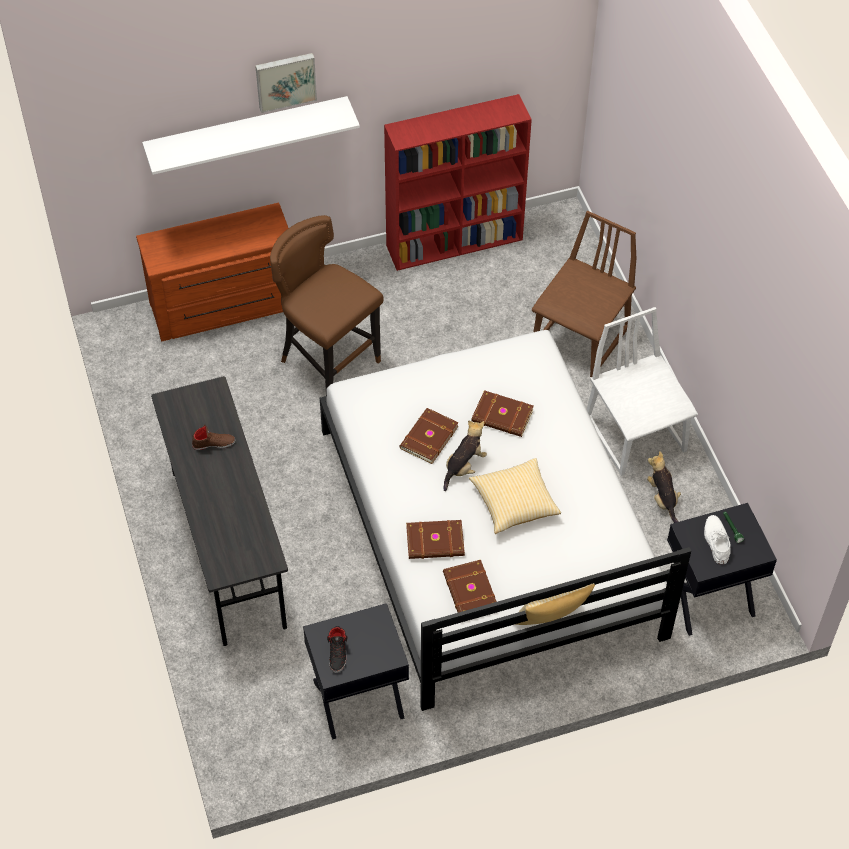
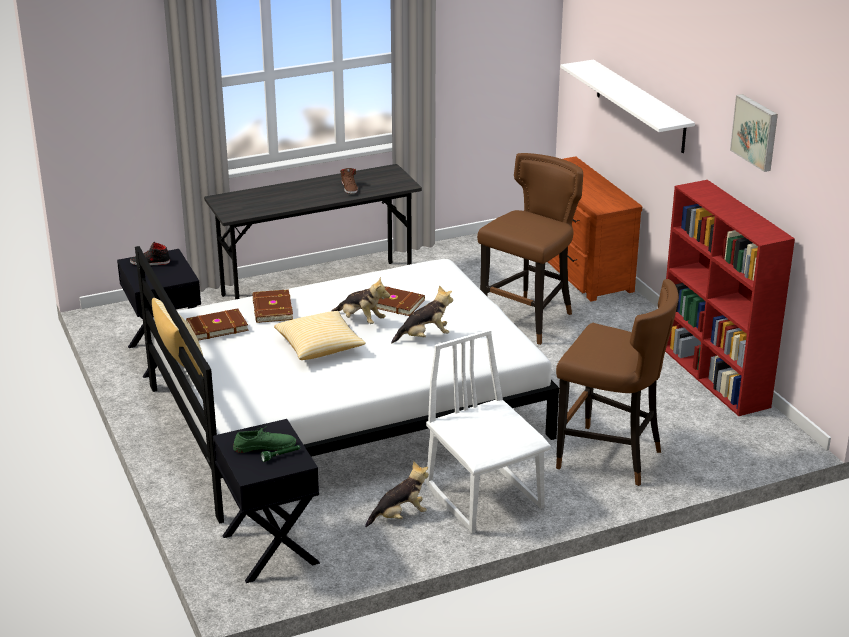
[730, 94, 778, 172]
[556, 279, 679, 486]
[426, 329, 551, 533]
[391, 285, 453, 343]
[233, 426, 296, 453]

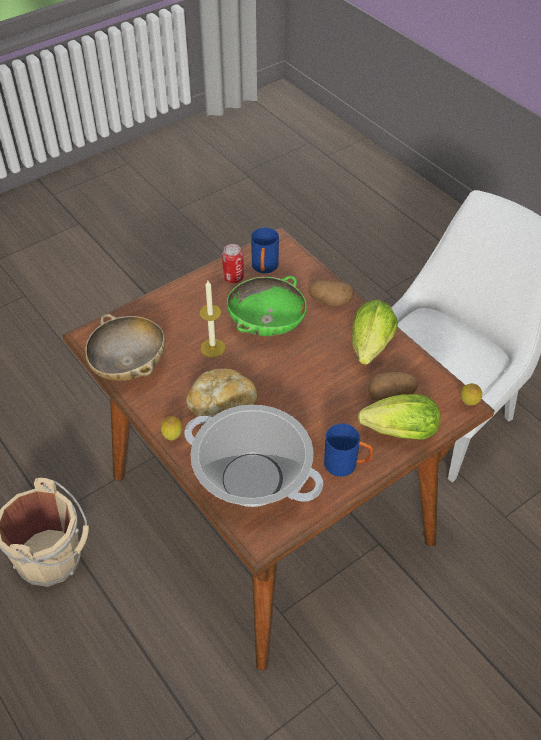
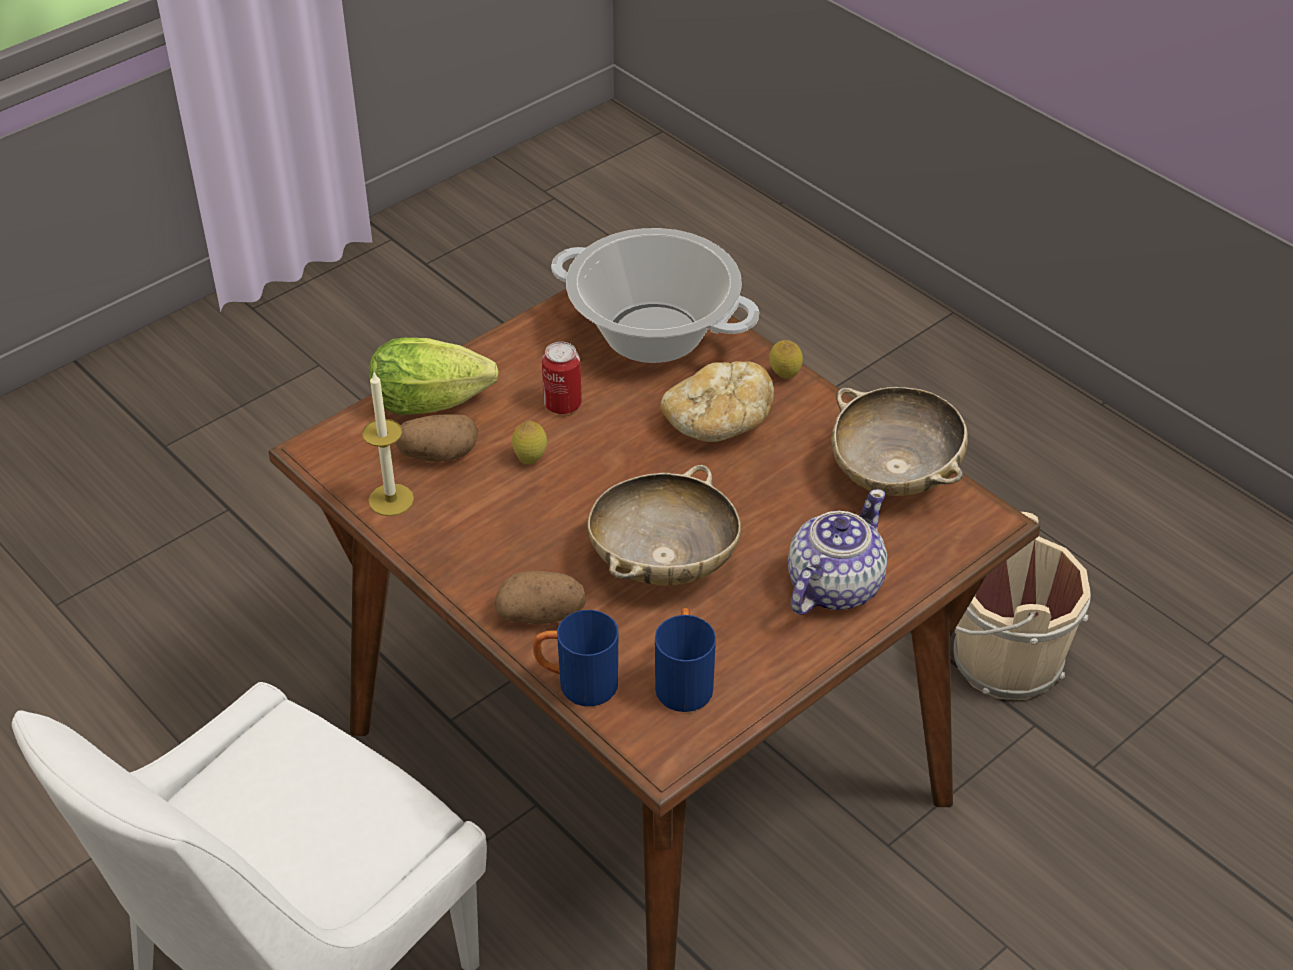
[542, 342, 582, 414]
[587, 465, 741, 586]
[362, 372, 414, 516]
[351, 300, 398, 365] (first image)
[512, 420, 547, 464]
[533, 610, 618, 706]
[788, 489, 888, 615]

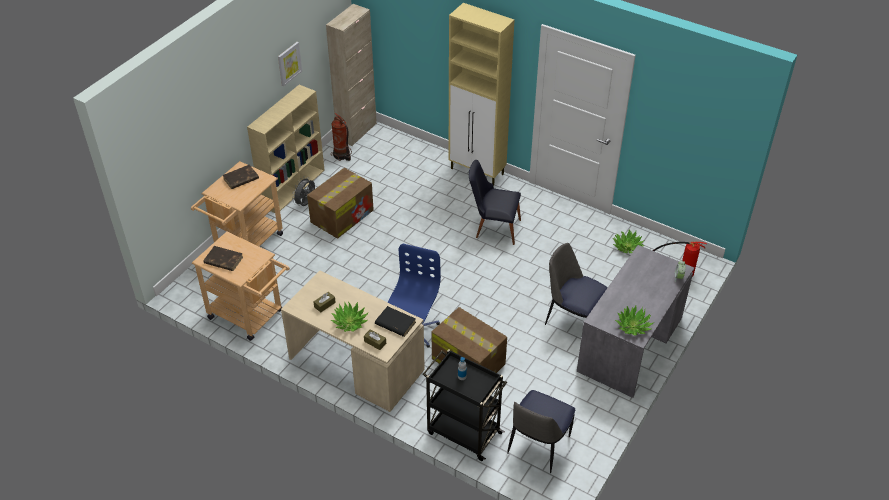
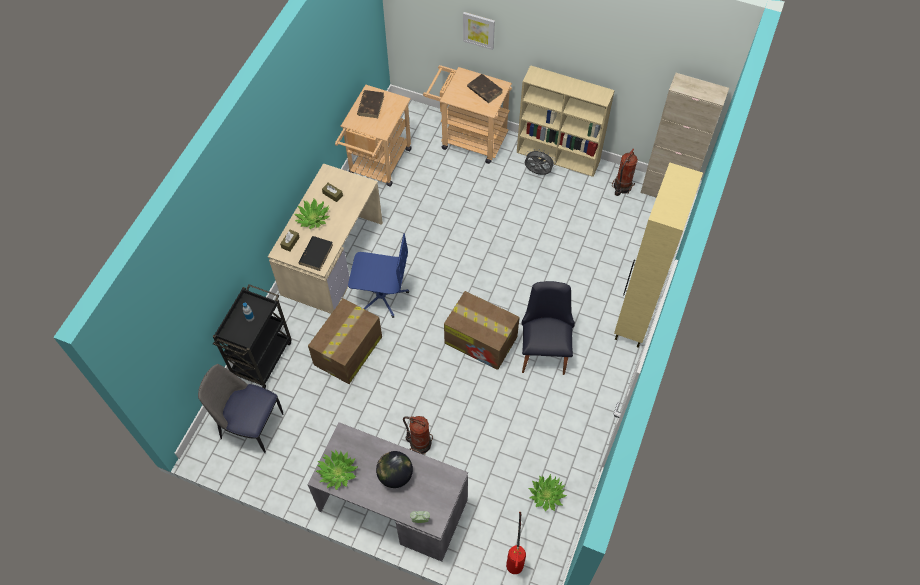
[463, 12, 495, 50]
[444, 291, 520, 370]
[403, 416, 433, 455]
[376, 451, 413, 488]

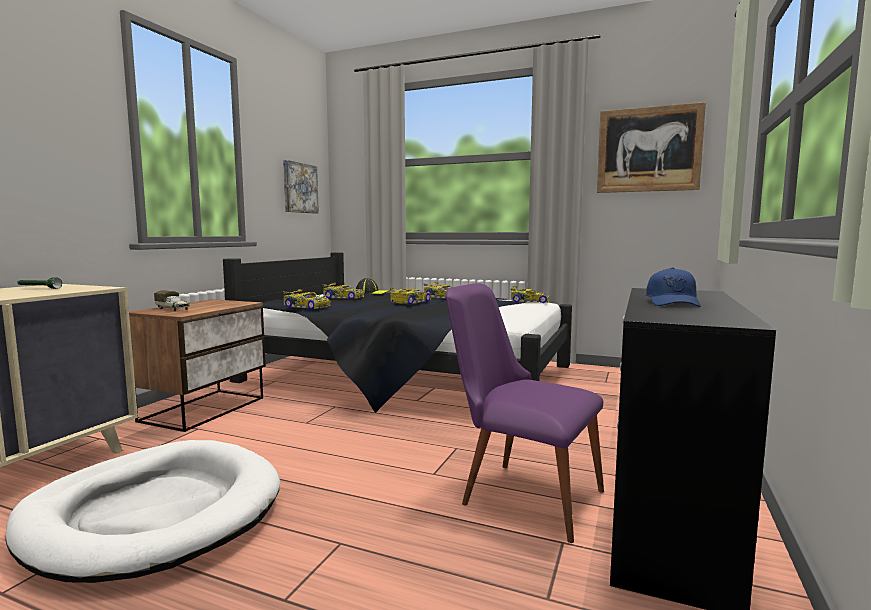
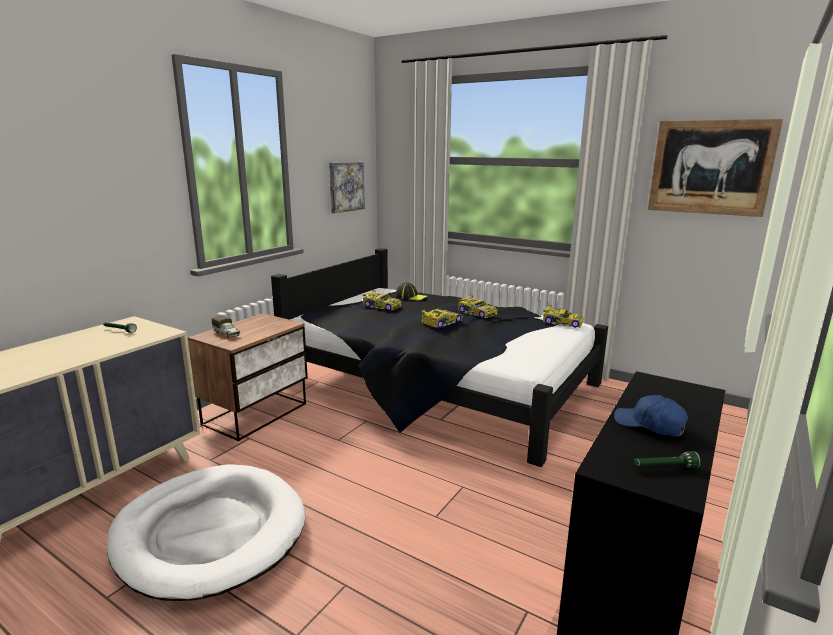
[614, 395, 688, 436]
[445, 283, 604, 543] (first image)
[283, 289, 331, 309] (first image)
[633, 451, 701, 468]

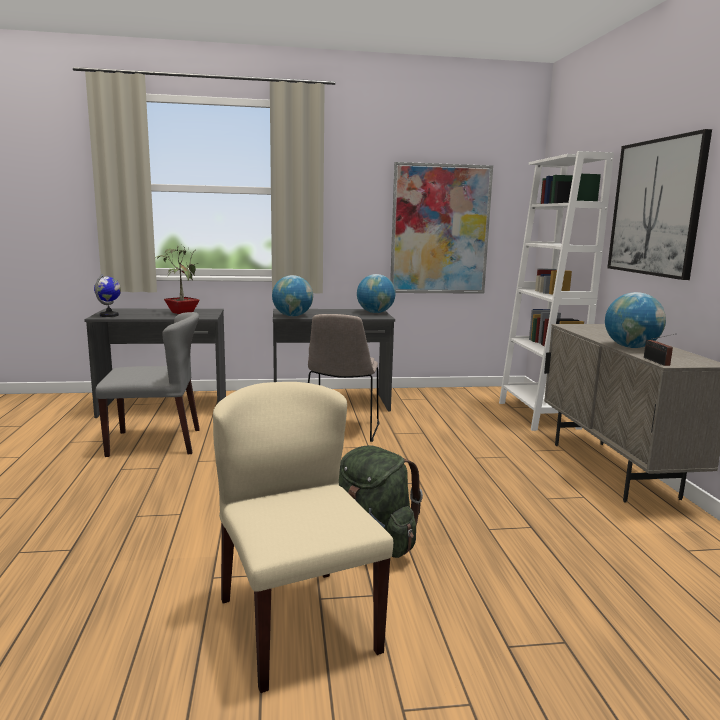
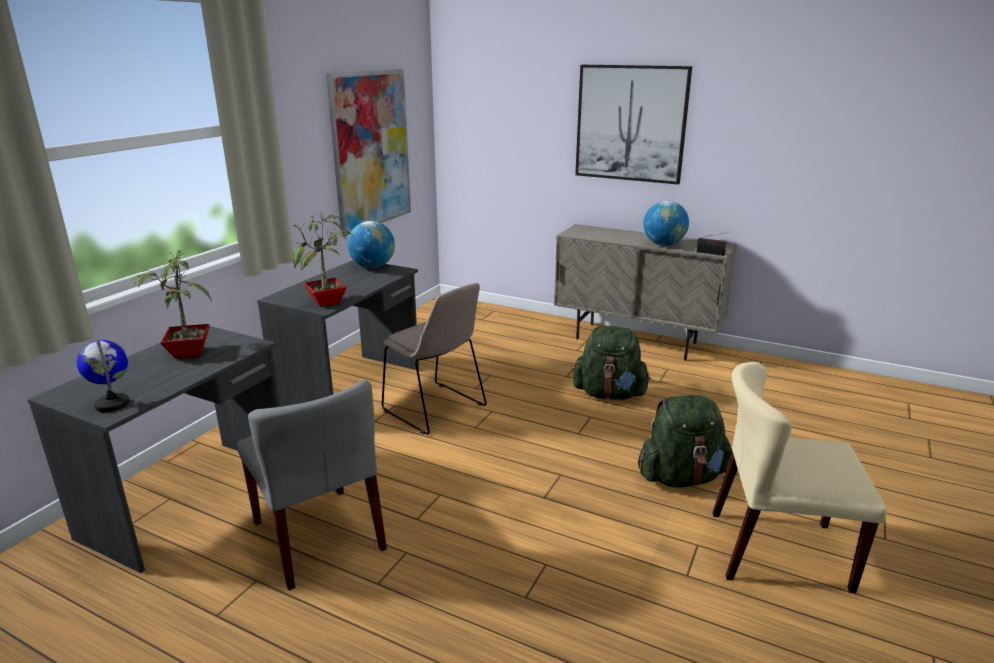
[499, 151, 614, 431] (first image)
[293, 213, 352, 307]
[237, 380, 387, 590]
[573, 326, 651, 400]

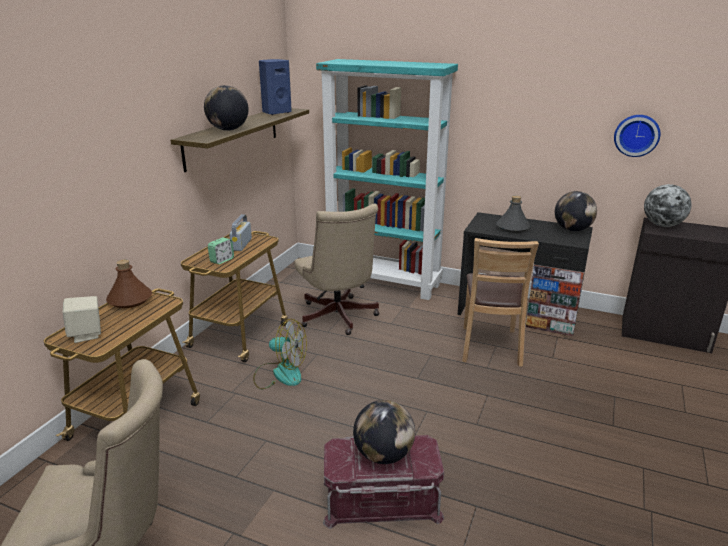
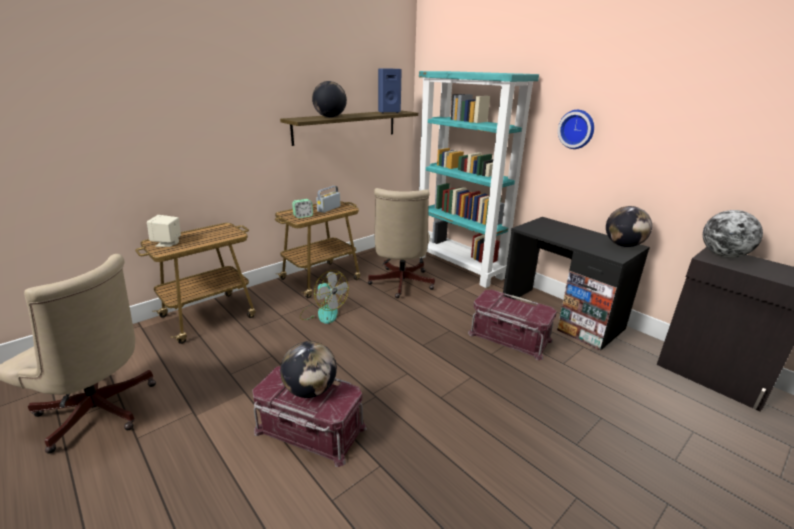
[558, 110, 594, 149]
[496, 196, 530, 233] (first image)
[468, 290, 557, 360]
[106, 259, 152, 308] (first image)

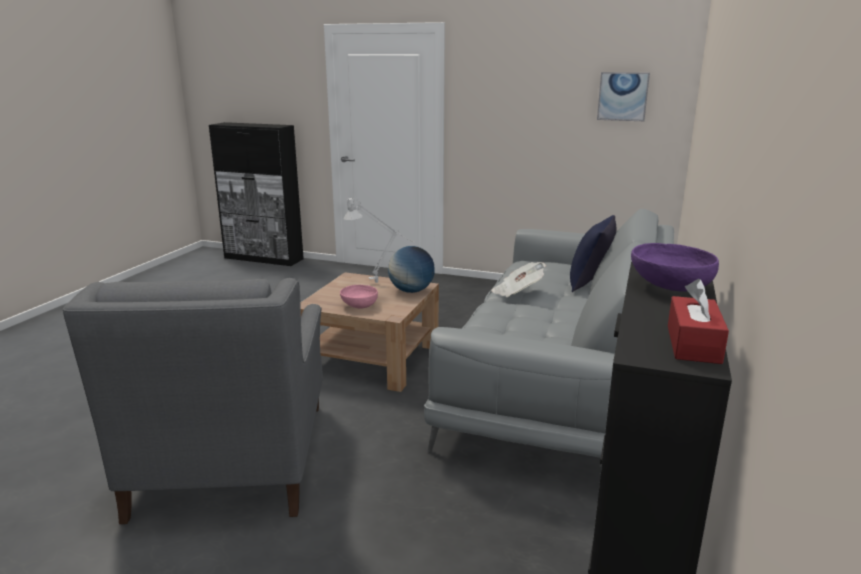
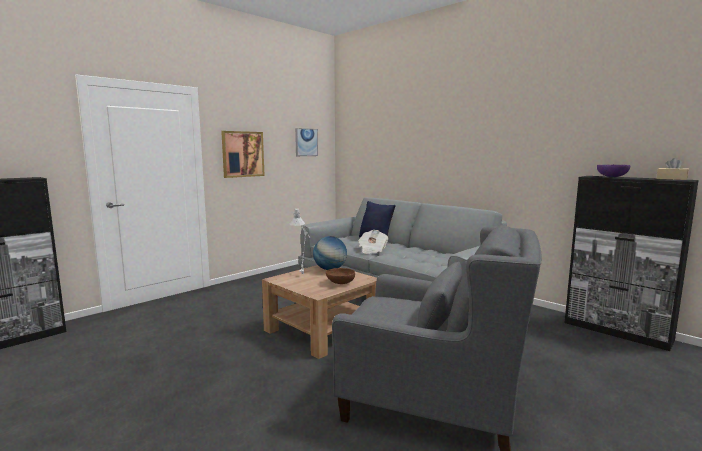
[656, 158, 689, 180]
[326, 268, 355, 284]
[221, 131, 264, 178]

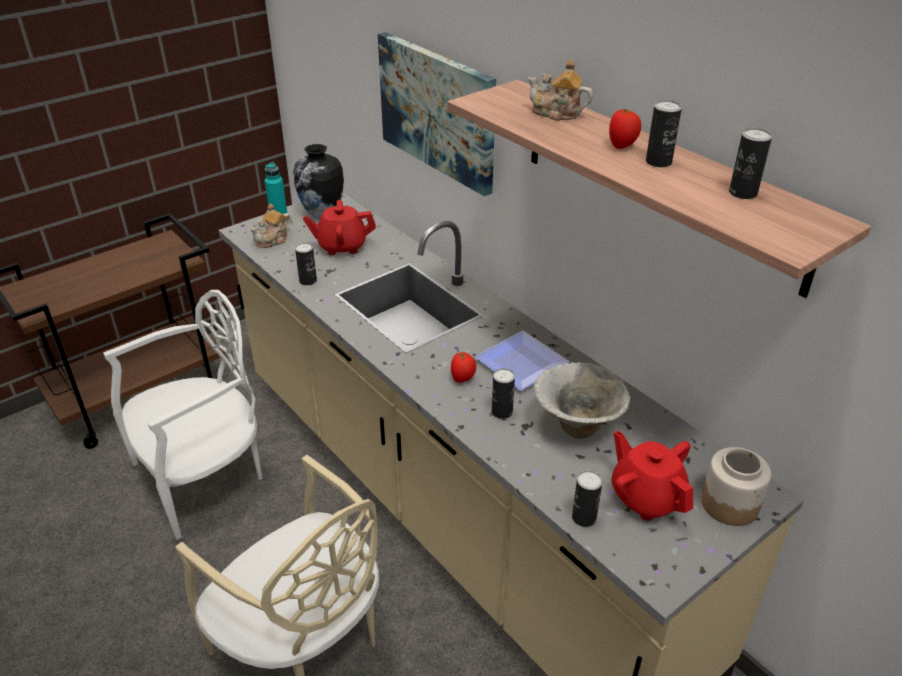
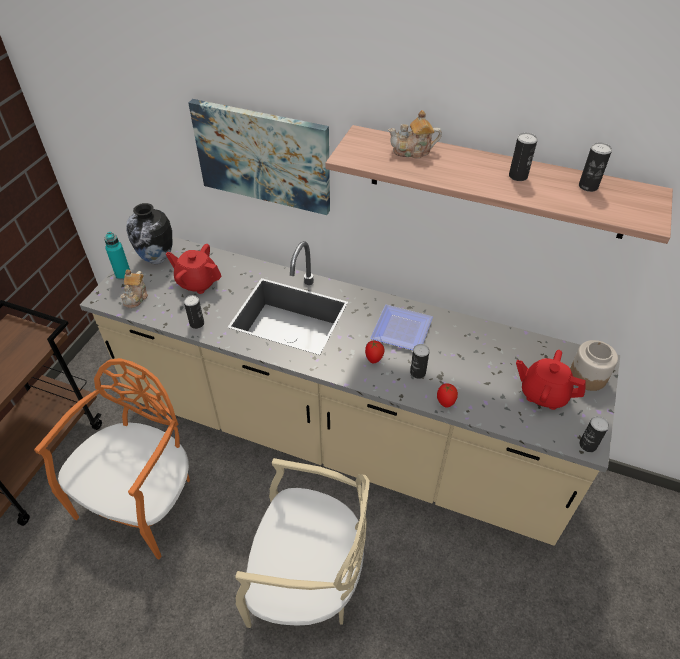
[437, 383, 458, 408]
[166, 244, 222, 294]
[34, 358, 190, 560]
[534, 362, 630, 439] (first image)
[579, 416, 609, 452]

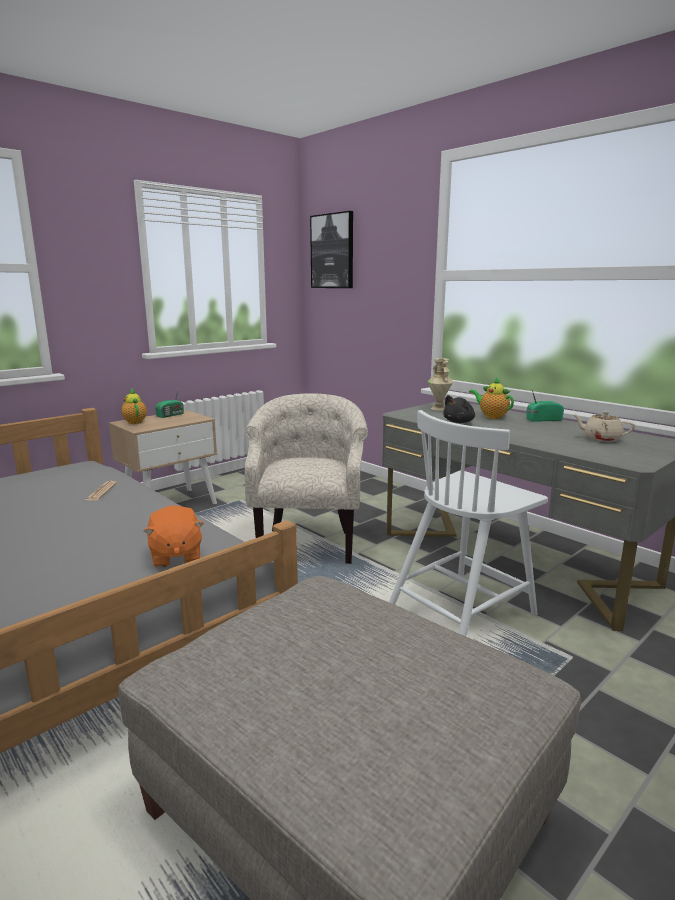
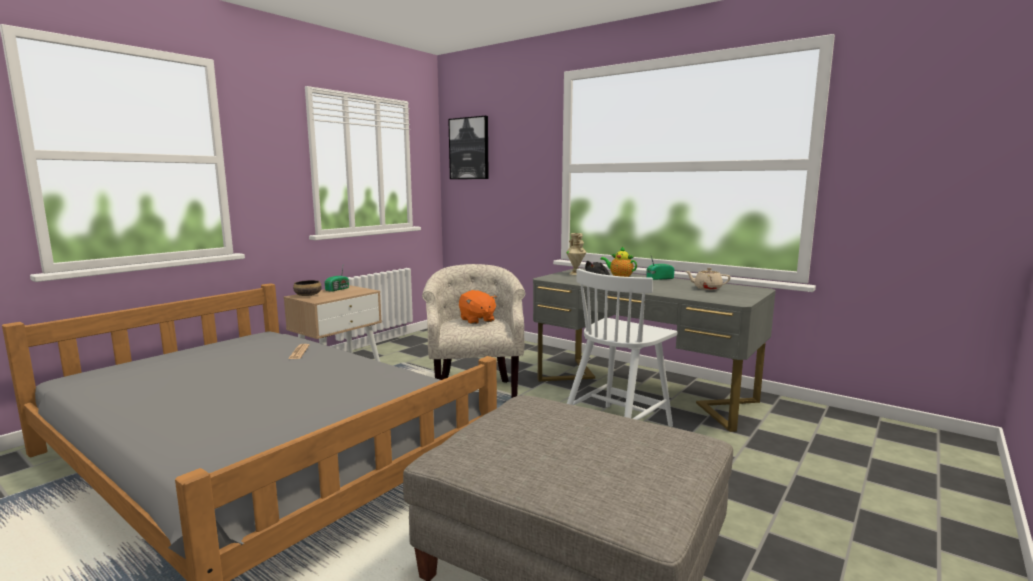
[293, 280, 322, 296]
[459, 290, 497, 324]

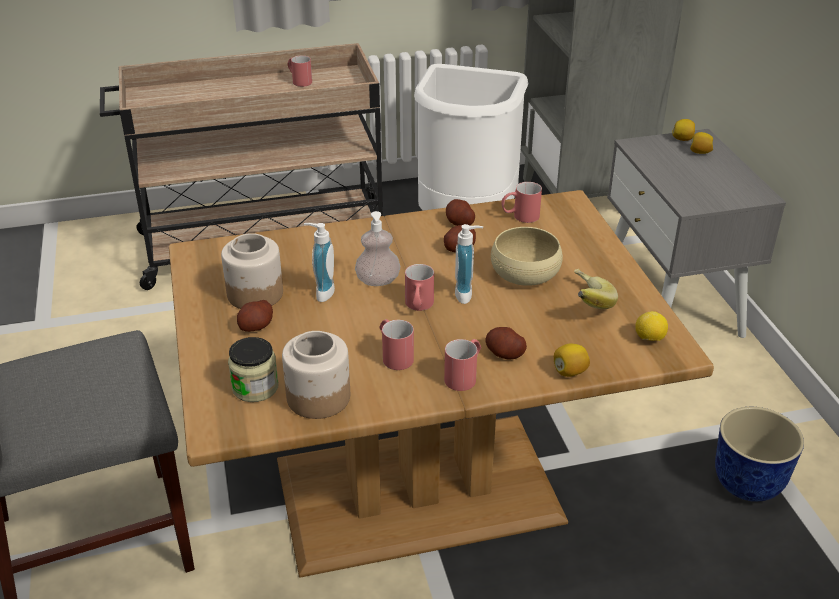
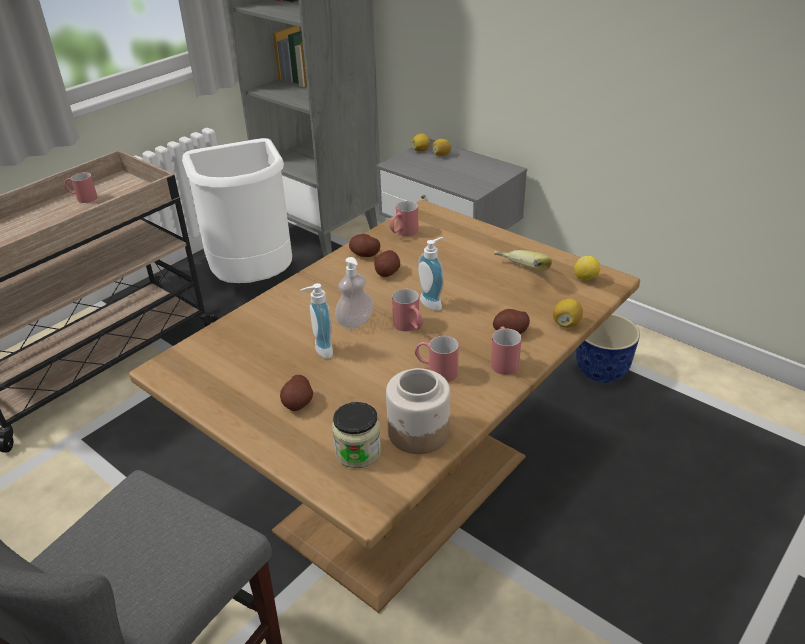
[491, 227, 563, 286] (first image)
[221, 233, 283, 309] (first image)

